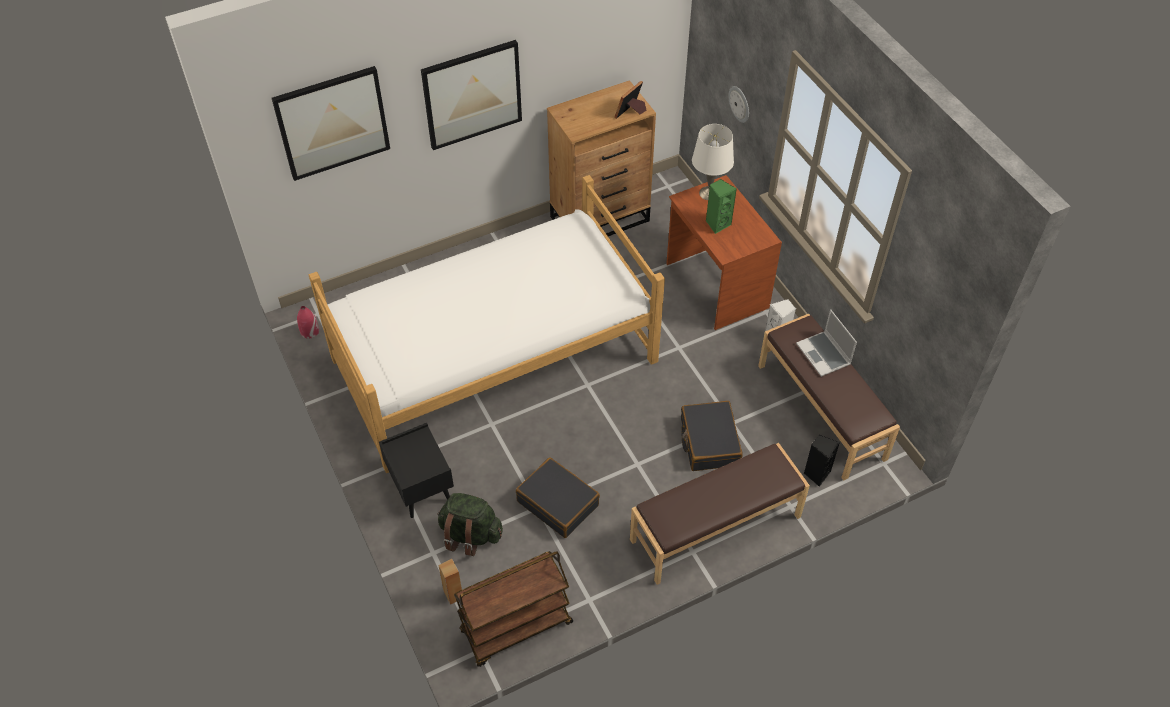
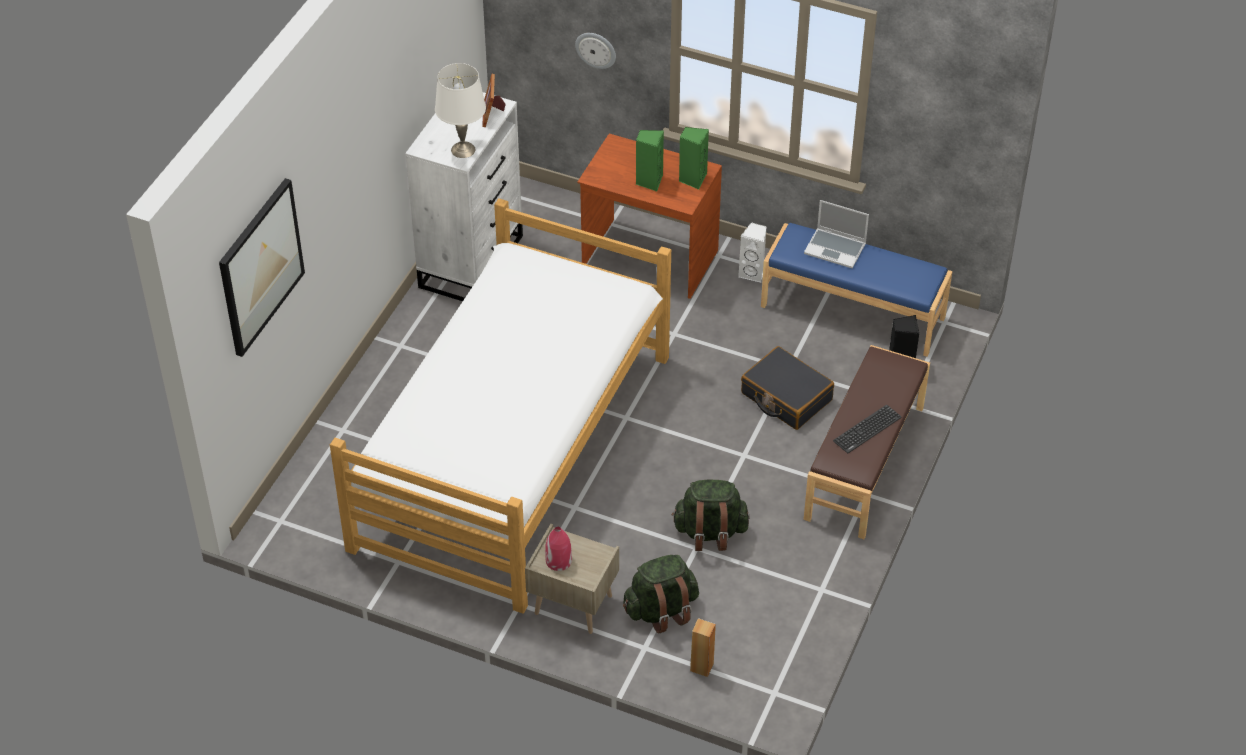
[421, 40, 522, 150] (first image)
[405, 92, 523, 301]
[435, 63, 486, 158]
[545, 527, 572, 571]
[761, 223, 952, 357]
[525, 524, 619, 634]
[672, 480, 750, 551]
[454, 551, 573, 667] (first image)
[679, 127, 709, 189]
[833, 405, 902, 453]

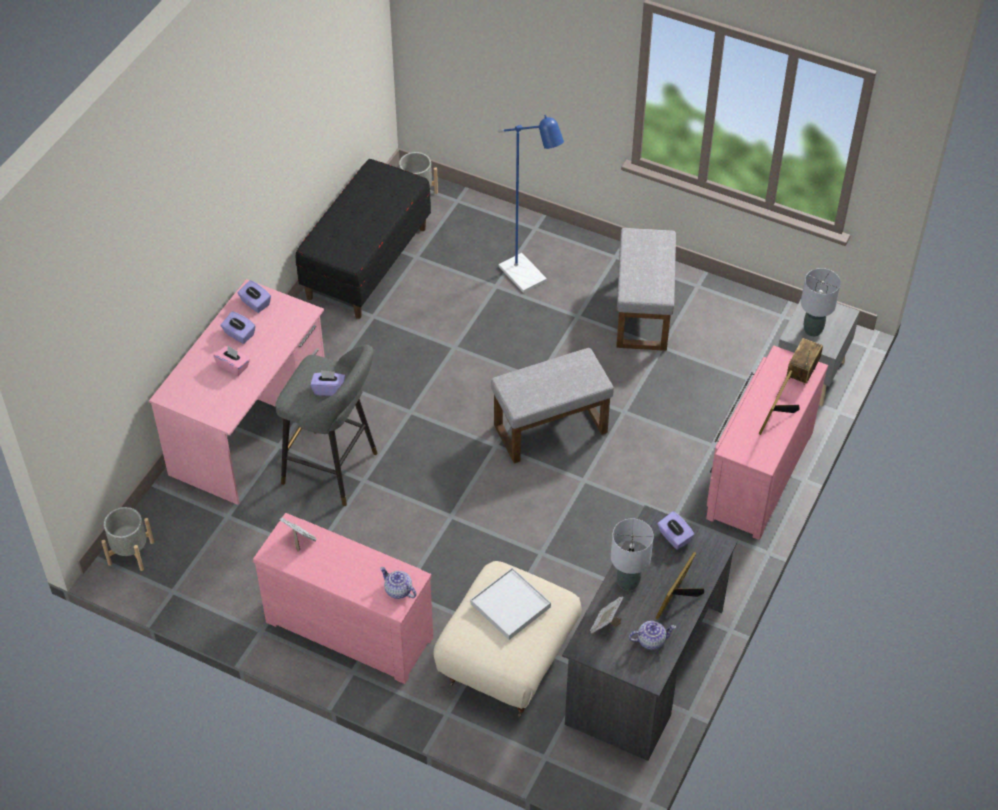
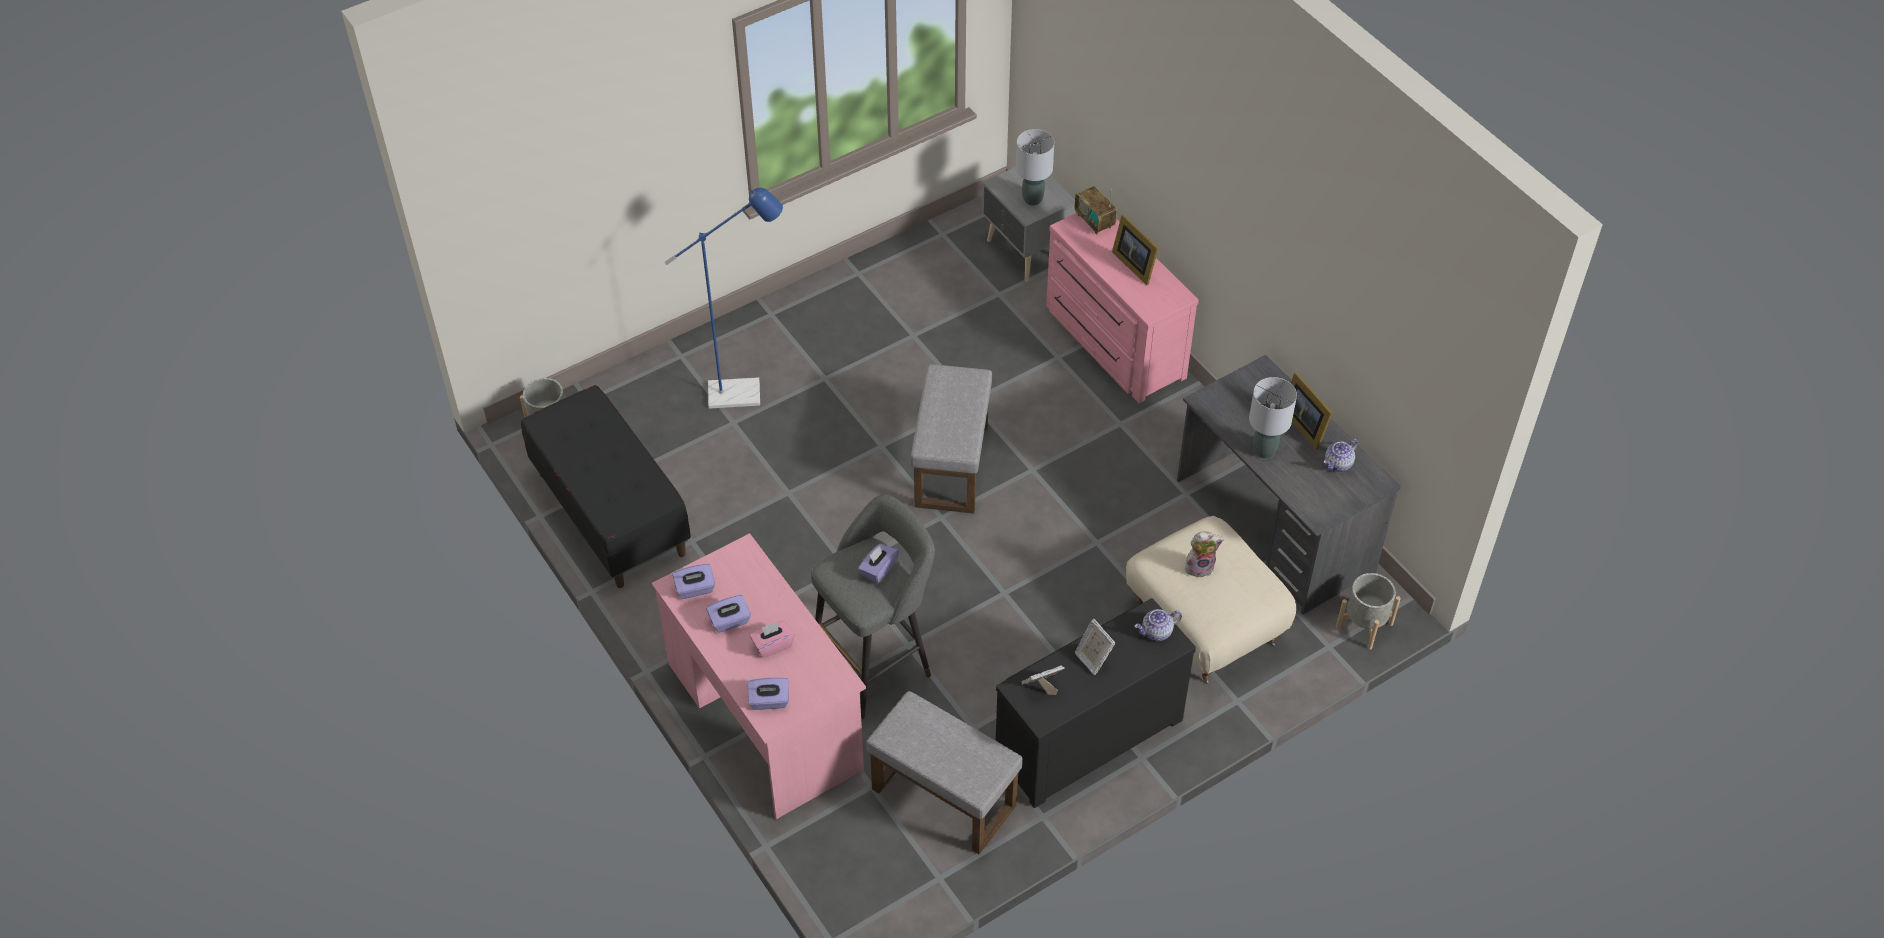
[866, 691, 1023, 854]
[1336, 573, 1401, 650]
[747, 677, 789, 710]
[996, 598, 1196, 808]
[1185, 531, 1224, 577]
[1075, 619, 1115, 675]
[1324, 439, 1358, 472]

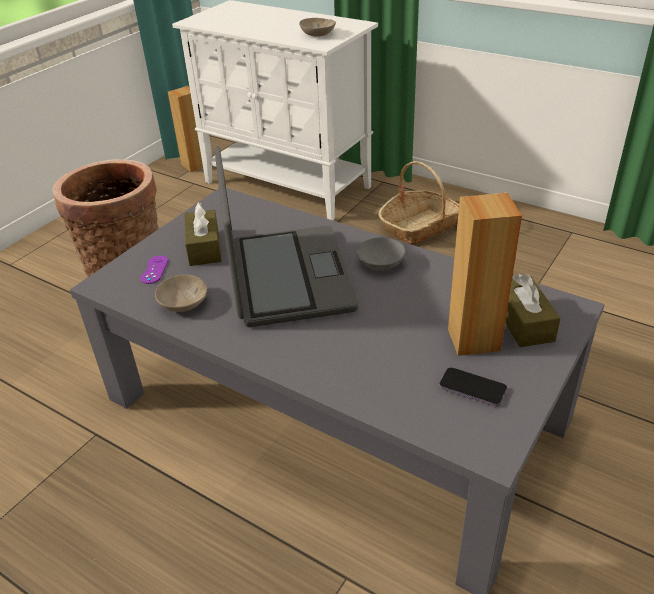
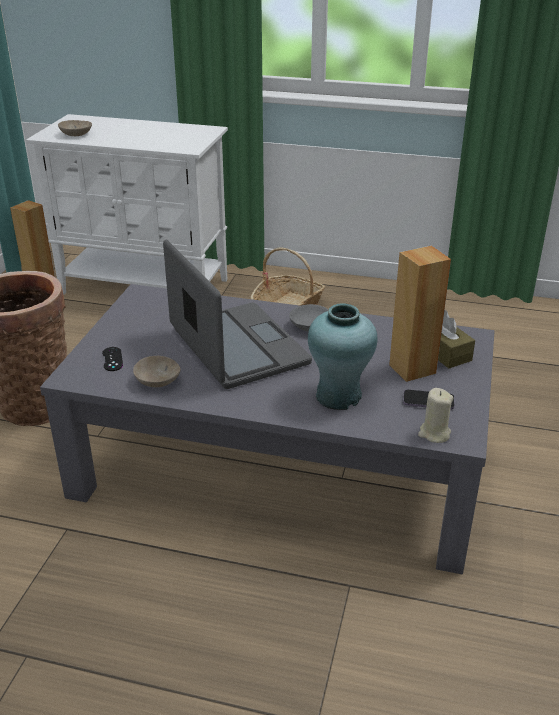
[58, 120, 92, 136]
[184, 203, 222, 266] (first image)
[102, 347, 123, 371]
[308, 303, 378, 410]
[418, 388, 453, 443]

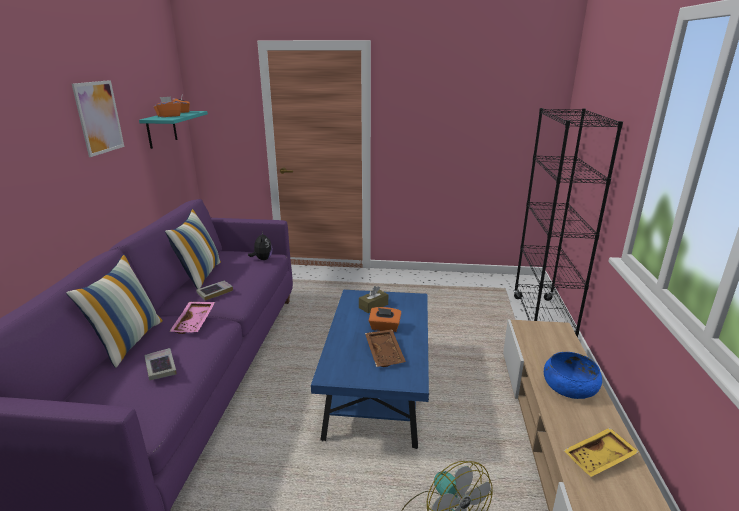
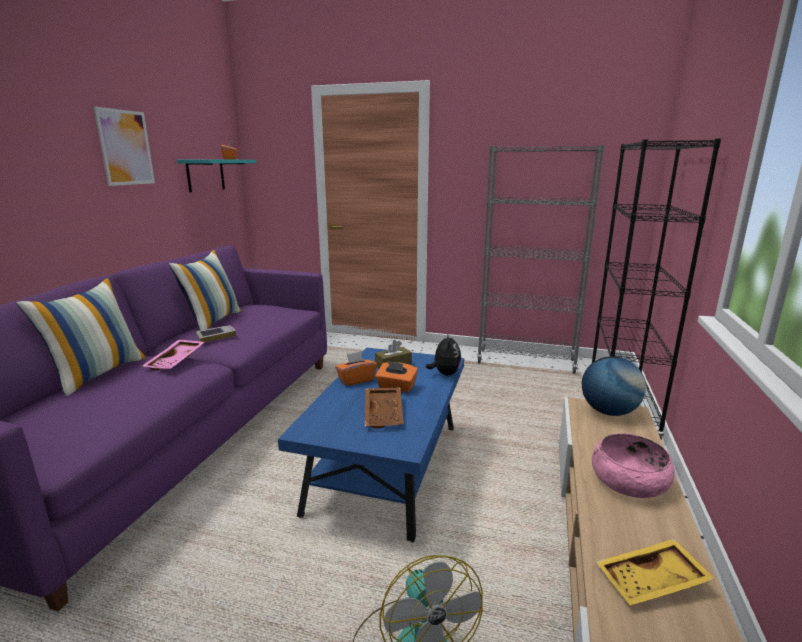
[335, 351, 377, 386]
[426, 332, 461, 376]
[144, 348, 176, 380] (first image)
[592, 433, 675, 498]
[477, 145, 605, 374]
[581, 356, 646, 416]

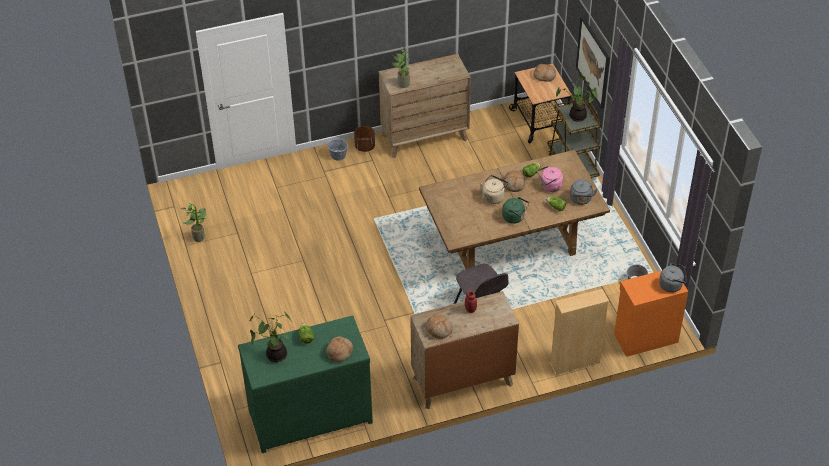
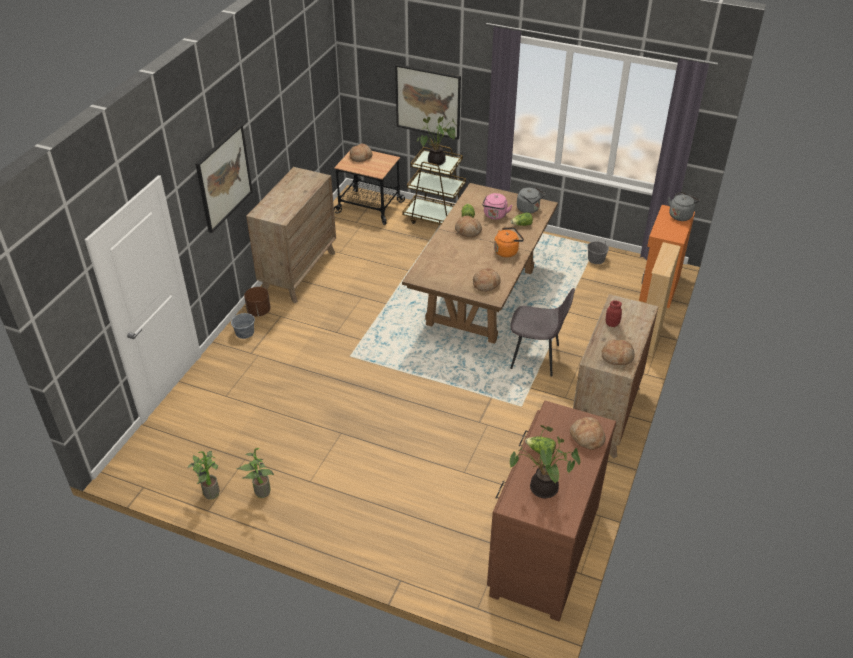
[237, 448, 274, 498]
[480, 175, 509, 204] (first image)
[494, 227, 524, 257]
[487, 401, 616, 622]
[196, 124, 253, 233]
[473, 268, 501, 292]

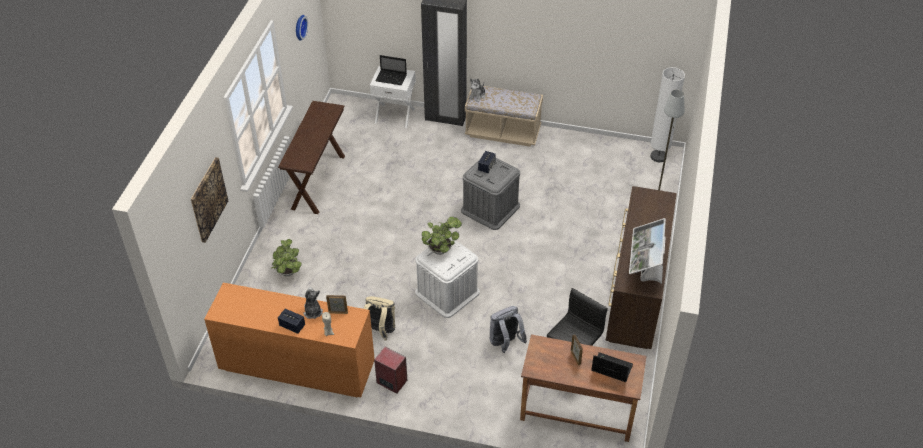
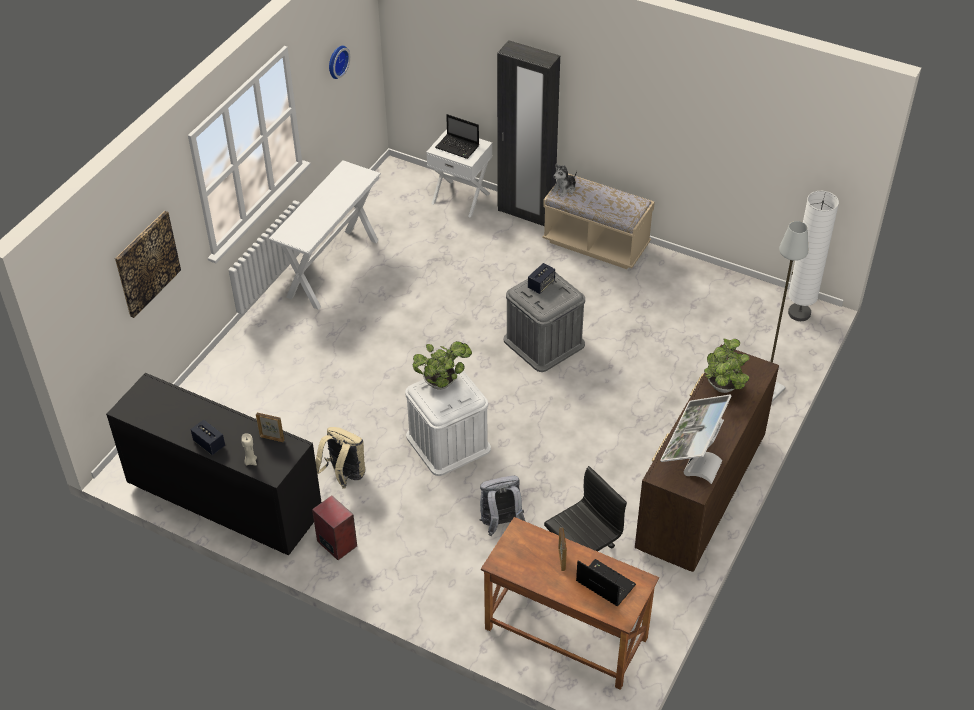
[269, 160, 381, 310]
[704, 339, 749, 393]
[106, 373, 322, 555]
[304, 287, 323, 319] (first image)

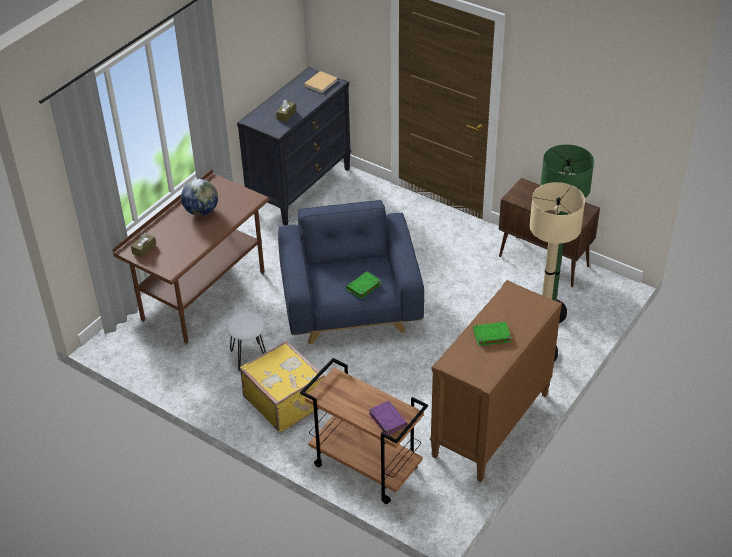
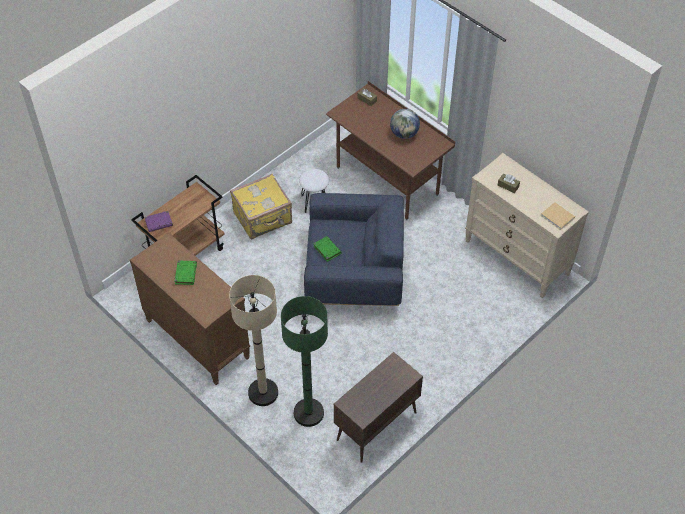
[465, 153, 589, 298]

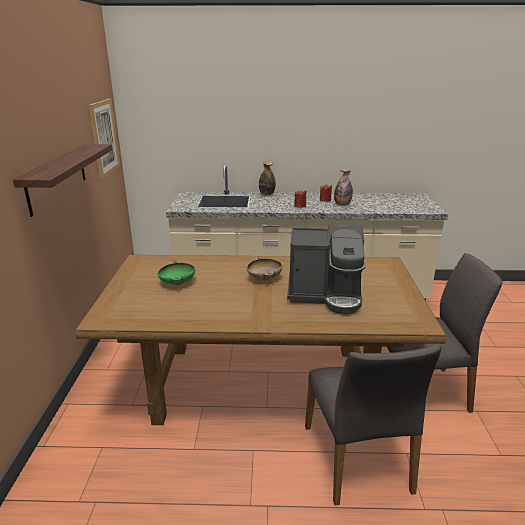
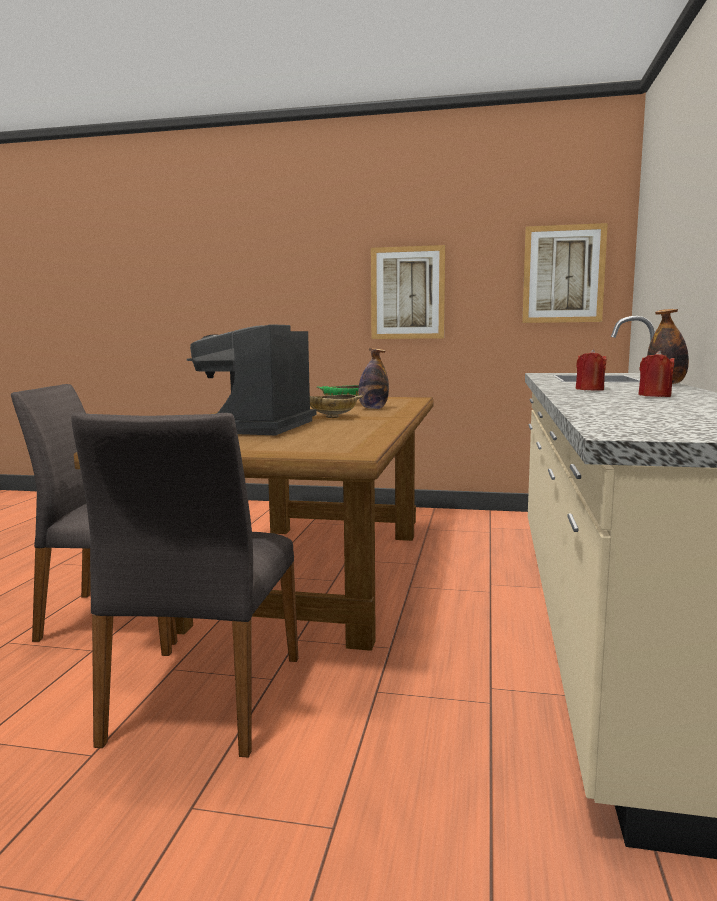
[371, 245, 445, 339]
[358, 348, 389, 409]

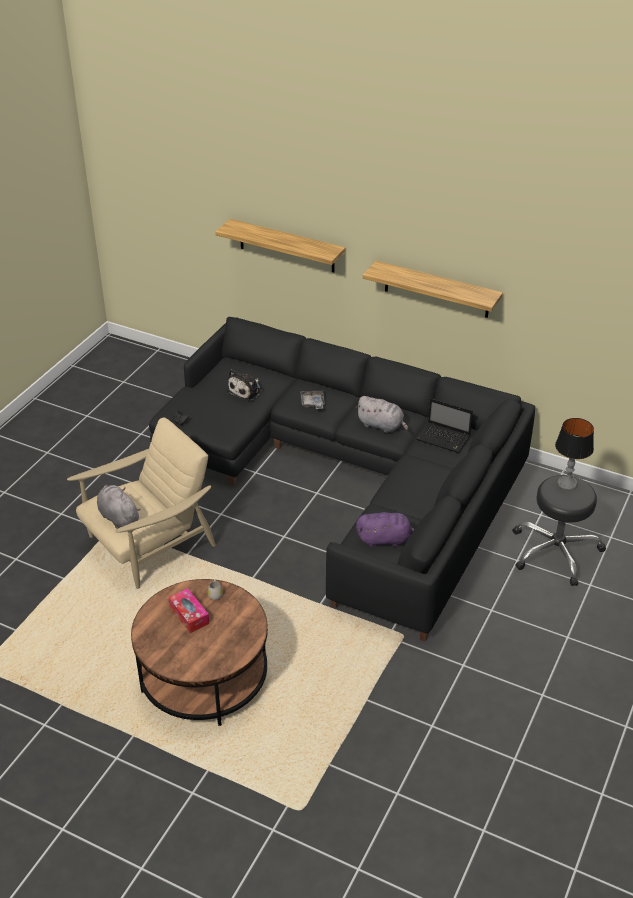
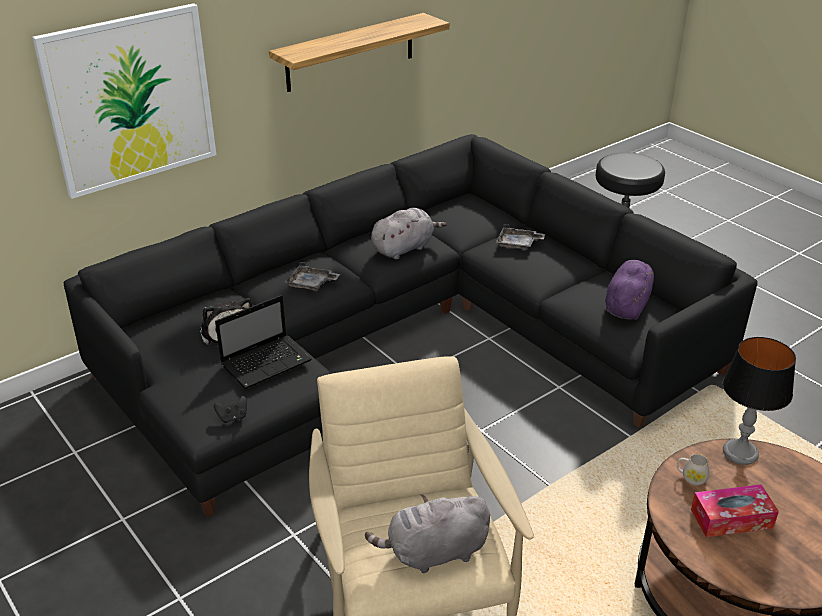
[32, 3, 216, 199]
[215, 295, 312, 389]
[722, 337, 796, 465]
[496, 224, 545, 250]

